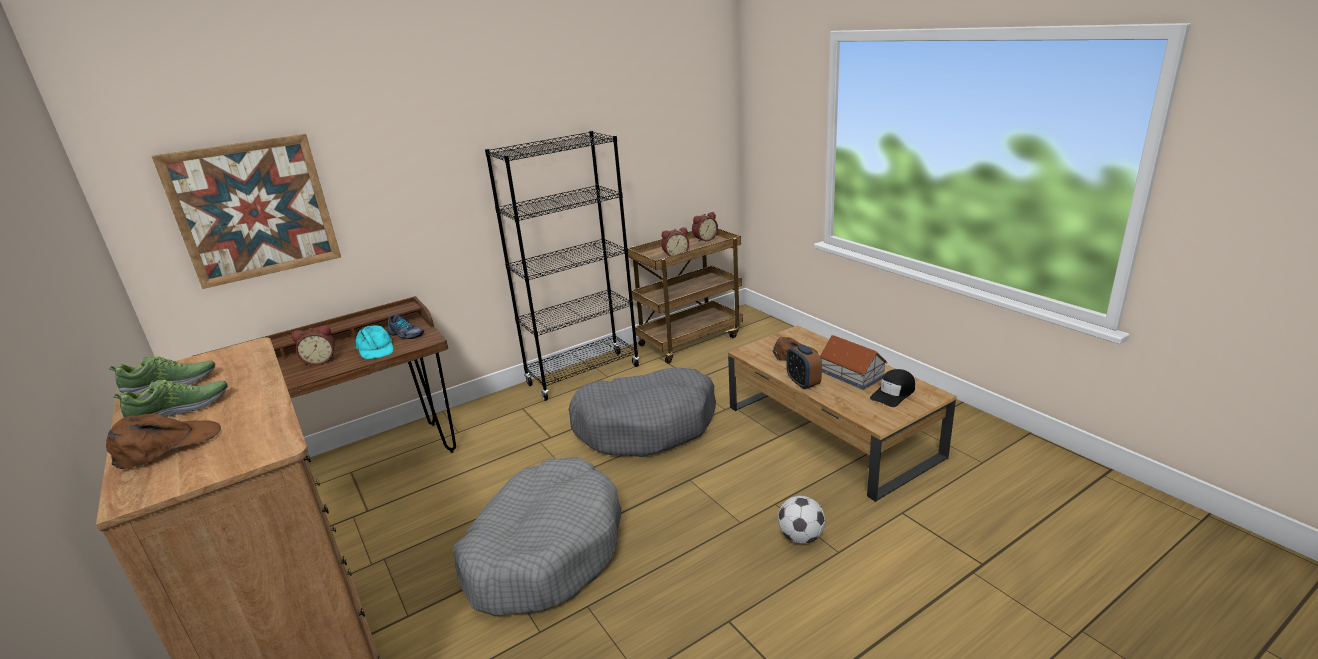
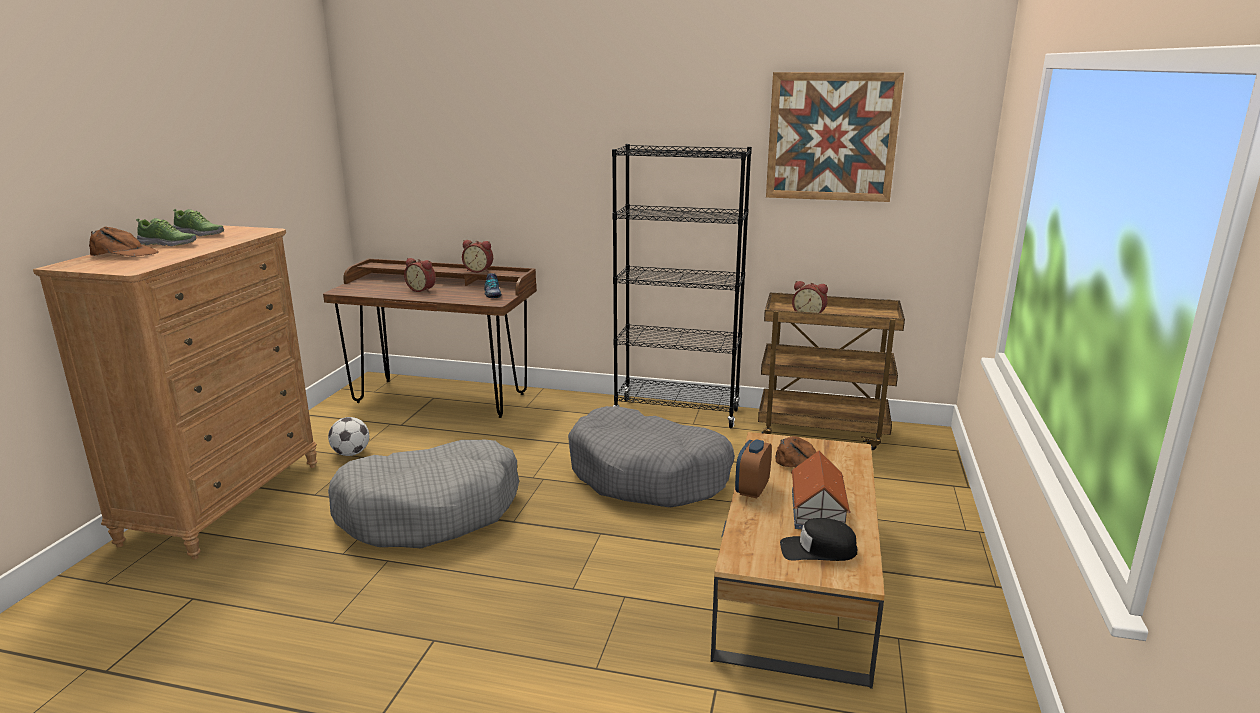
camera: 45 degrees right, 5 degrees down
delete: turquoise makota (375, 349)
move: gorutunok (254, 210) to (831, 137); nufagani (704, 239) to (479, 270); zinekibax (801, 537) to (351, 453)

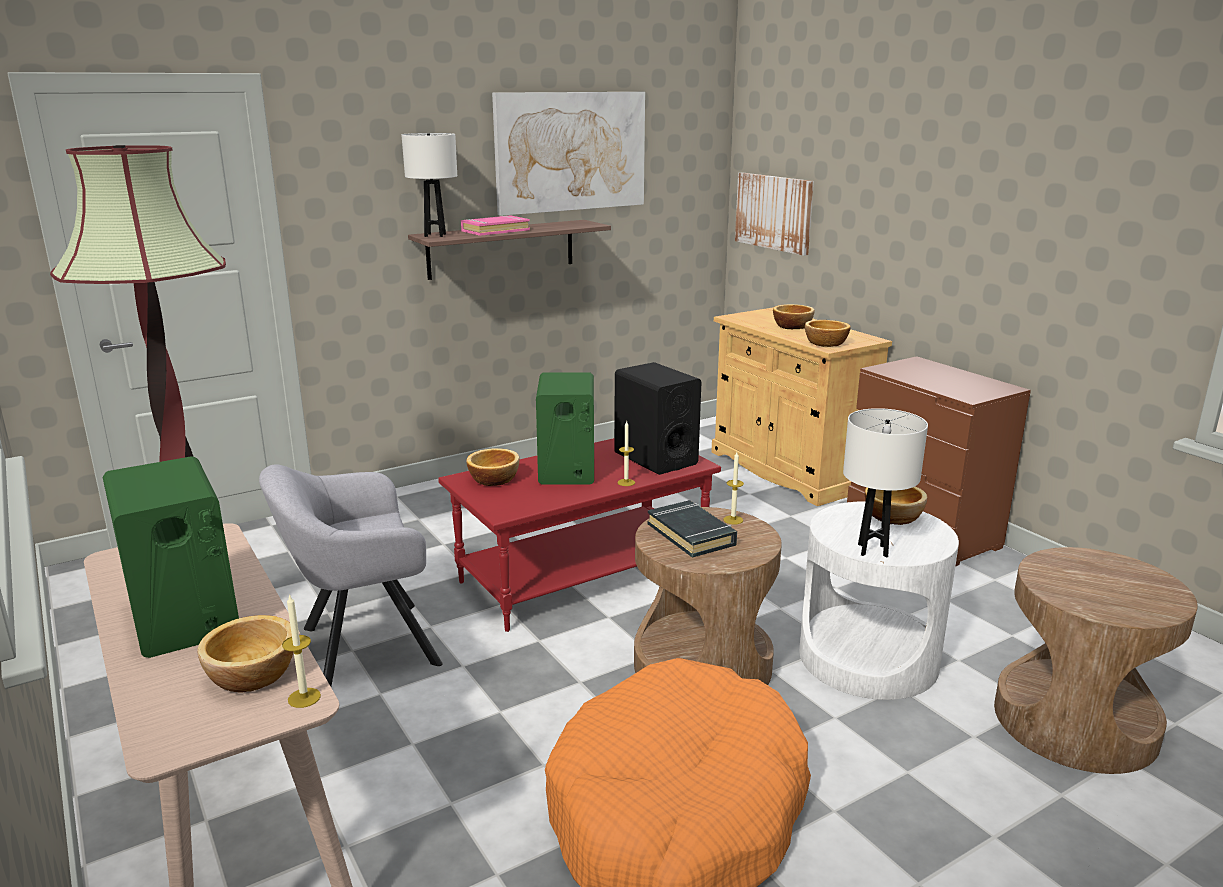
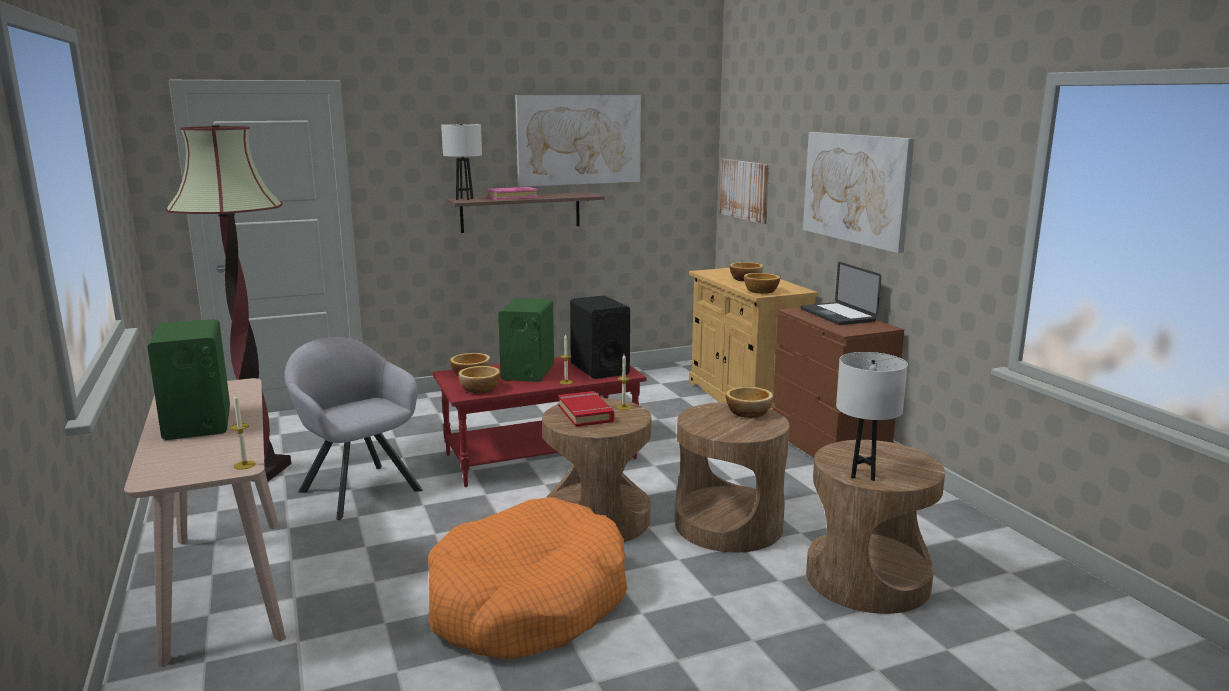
camera: 10 degrees right, 5 degrees down
insert: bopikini (837, 315); gorutunok (855, 188)
move: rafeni (253, 675) to (480, 389); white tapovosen (872, 550) to (863, 474)
recolor: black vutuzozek (691, 534) to red vutuzozek (586, 413); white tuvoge (868, 658) to brown tuvoge (729, 525)
rotate: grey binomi (360, 647) = (357, 488) 60 degrees clockwise

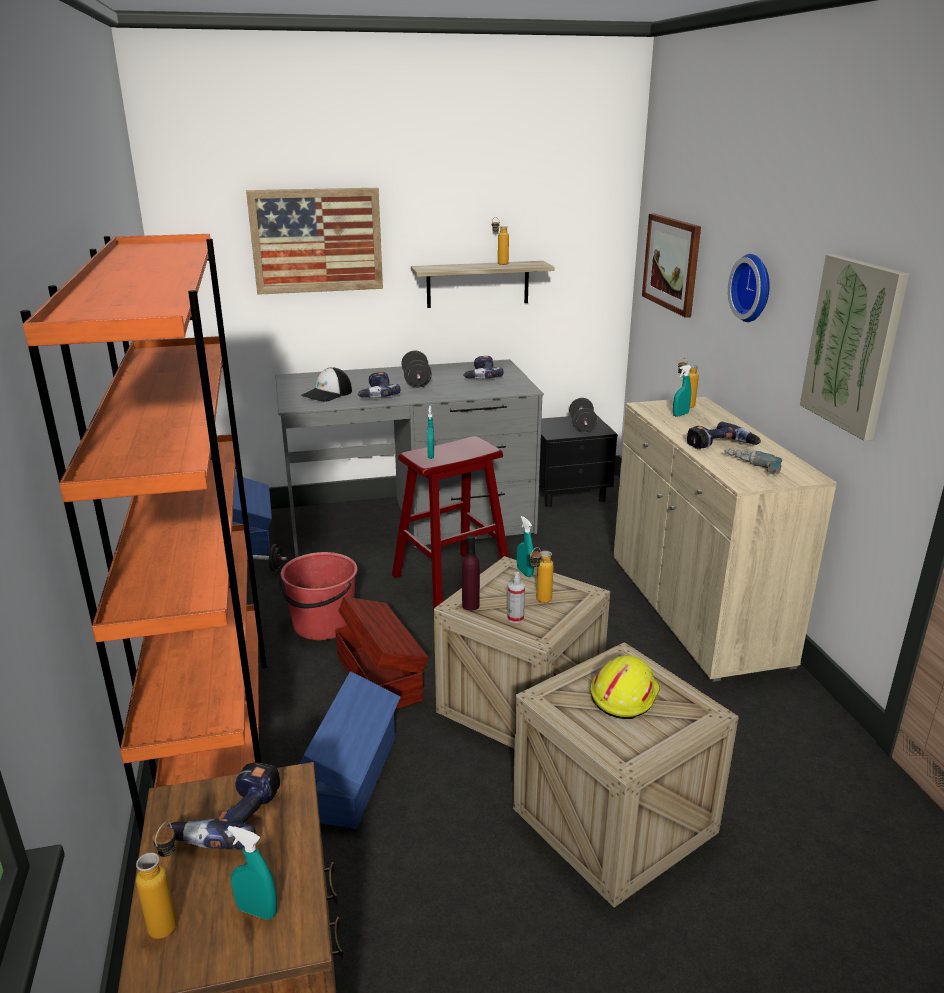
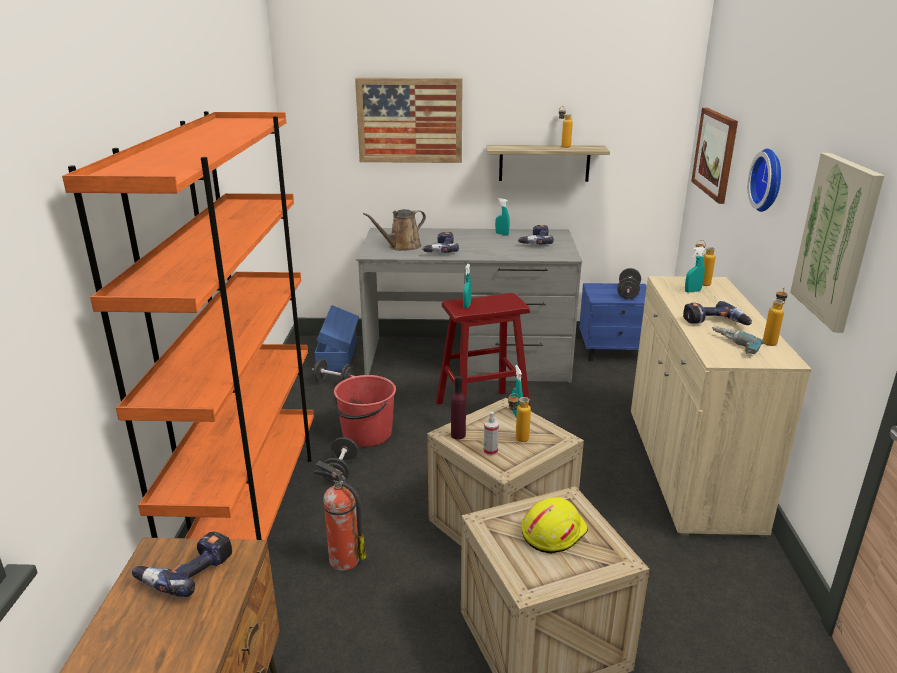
camera: 15 degrees right, 0 degrees up
delete: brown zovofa (380, 676)
move: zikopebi (170, 918) to (770, 341); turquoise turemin (257, 911) to (502, 234); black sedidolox (416, 382) to (341, 471)
replace: blue zovofa (351, 776) to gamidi (342, 559); makota (327, 394) to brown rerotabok (402, 247)
recolor: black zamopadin (569, 494) to blue zamopadin (613, 352)

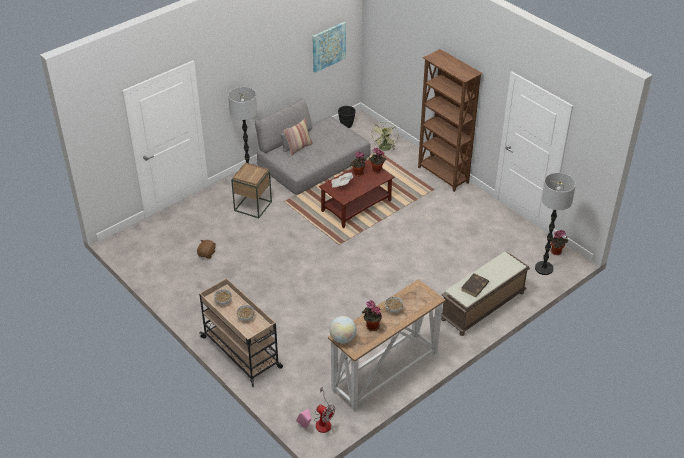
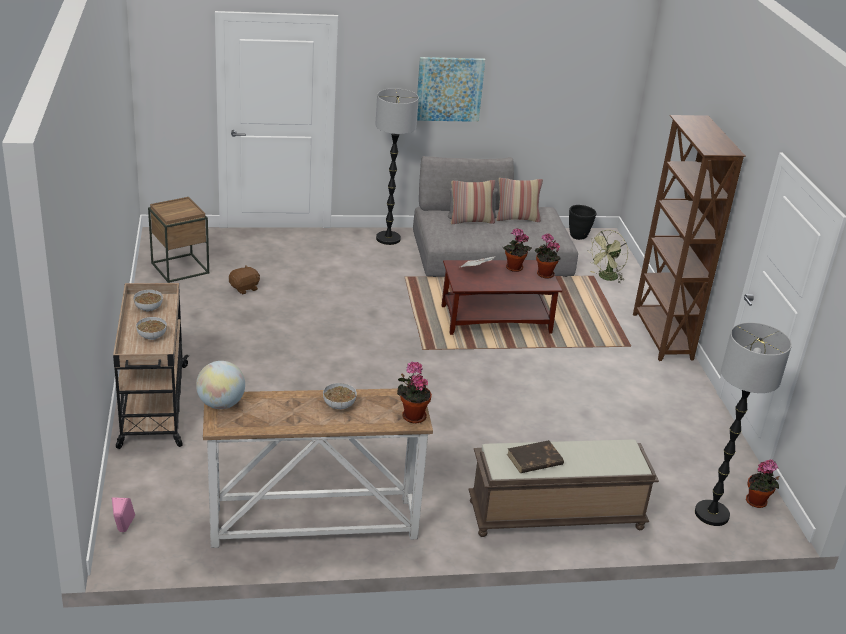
camera: 30 degrees right, 10 degrees down
delete: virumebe (323, 421)
insert: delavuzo (517, 218)
move: brown tuvoge (253, 206) to (180, 268); gorutunok (328, 46) to (449, 89); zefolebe (371, 326) to (412, 415)

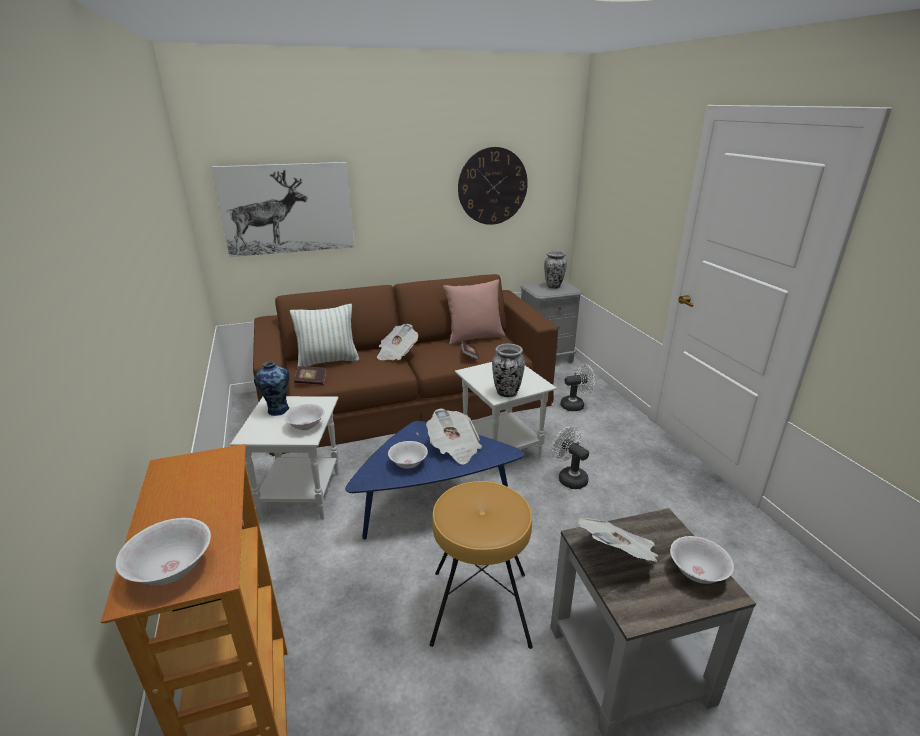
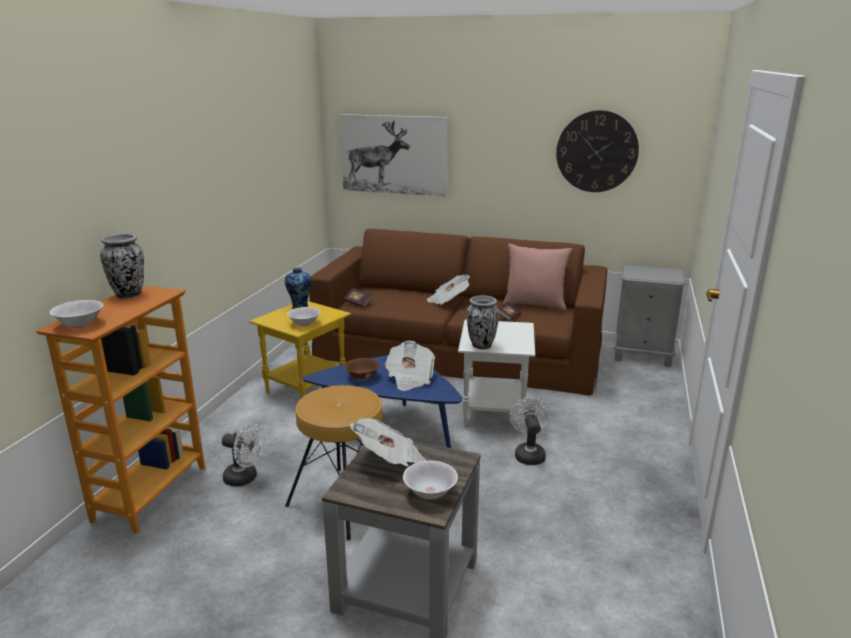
camera: 35 degrees right, 5 degrees down
delete: delavuzo (328, 361)
move: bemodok (553, 286) to (129, 295); white virumebe (575, 405) to (245, 478)
recolor: white tuvoge (300, 495) to yellow tuvoge (305, 389); white rafeni (408, 463) to brown rafeni (362, 377)

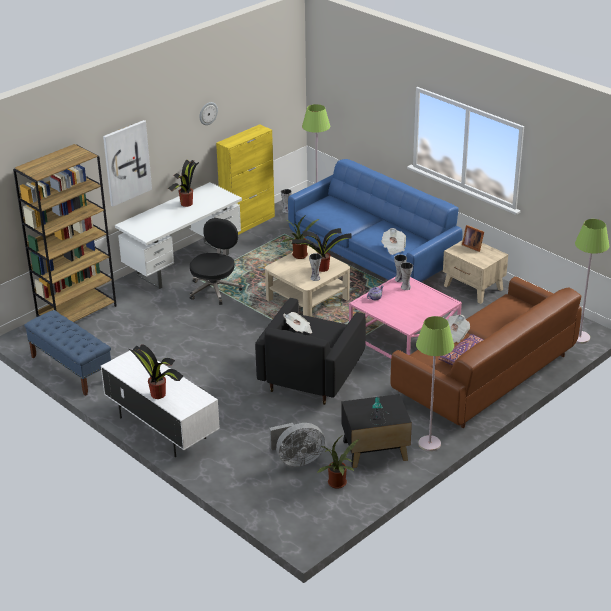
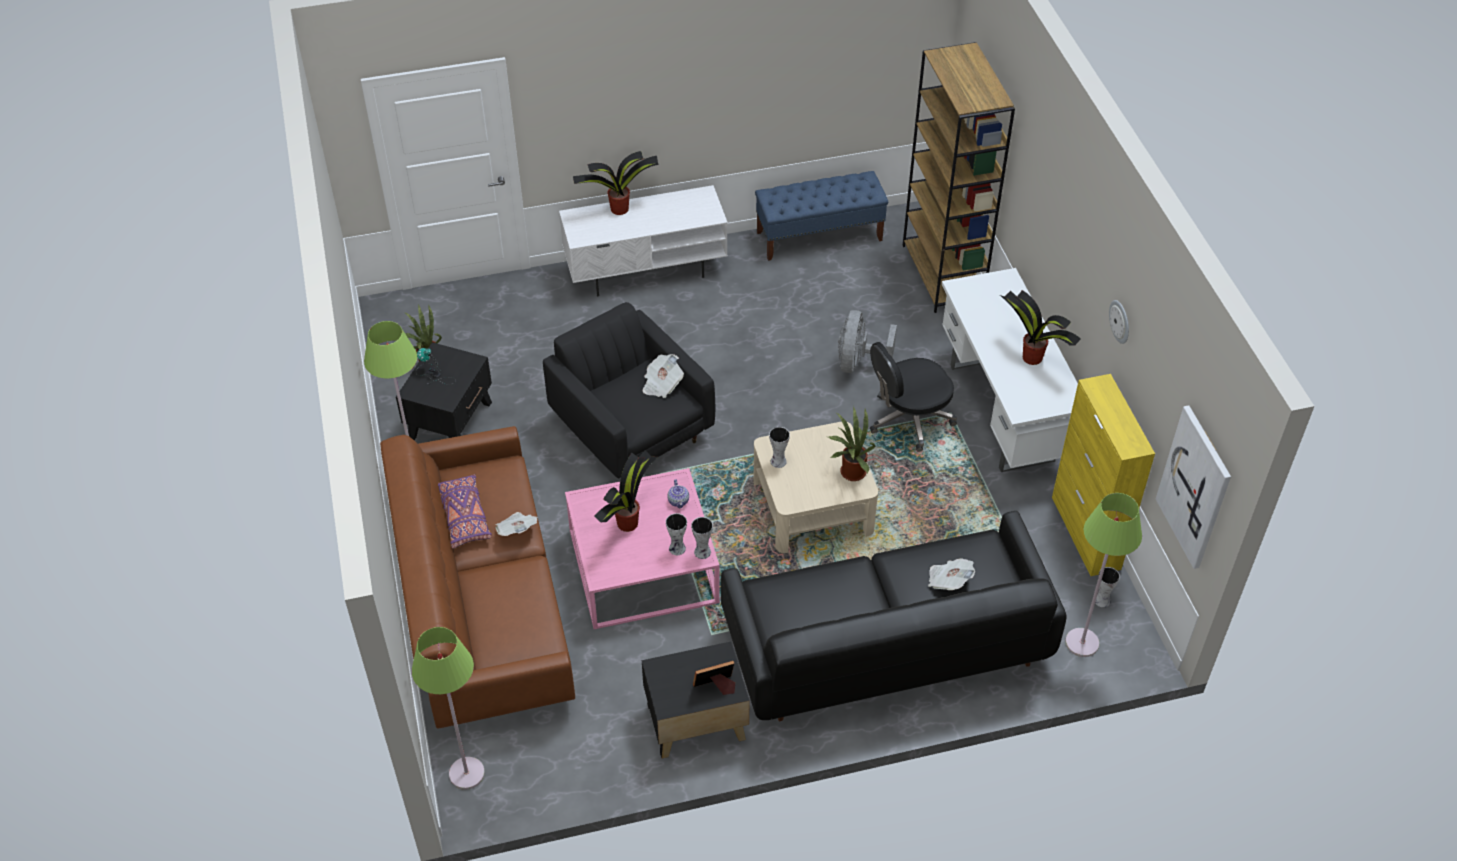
camera: 120 degrees right, 15 degrees up
move: gorutunok (126, 162) to (1195, 487); grey virumebe (297, 460) to (858, 363); zefolebe (321, 268) to (628, 522); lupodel (393, 248) to (948, 581)
recolor: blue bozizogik (373, 253) to black bozizogik (886, 646); beige tuvoge (473, 288) to black tuvoge (694, 721)
rotate: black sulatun (215, 289) = (908, 419) 105 degrees clockwise

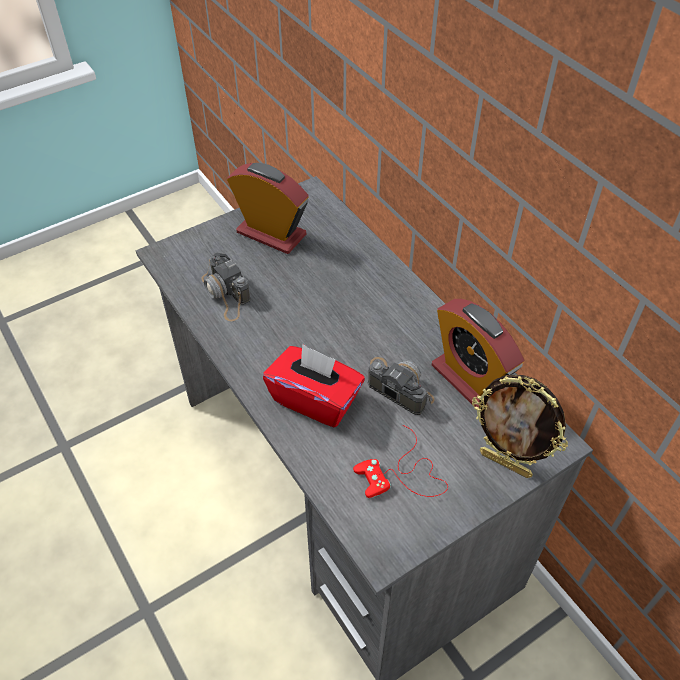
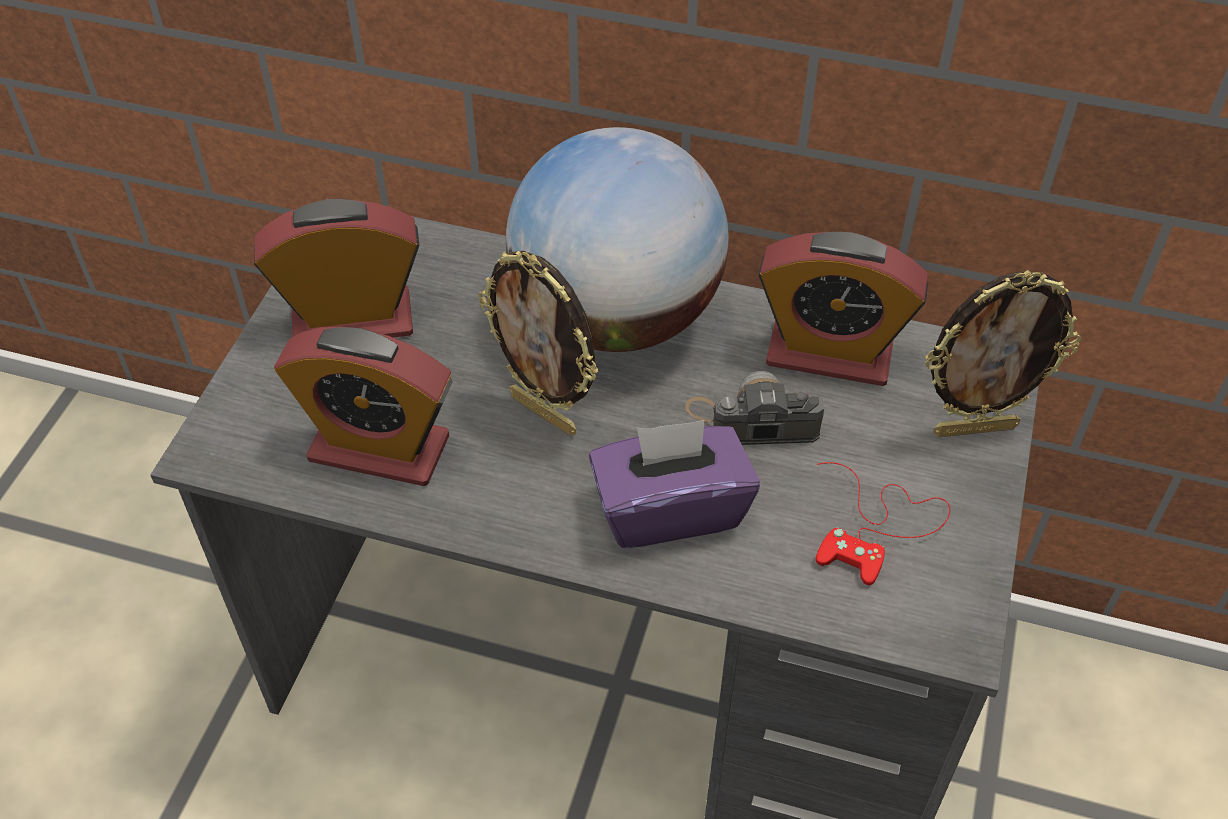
camera: 40 degrees left, 0 degrees up
insert: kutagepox (545, 413); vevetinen (617, 317)
replace: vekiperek (226, 294) to nufagani (379, 448)
recolor: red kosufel (315, 399) to purple kosufel (670, 509)

